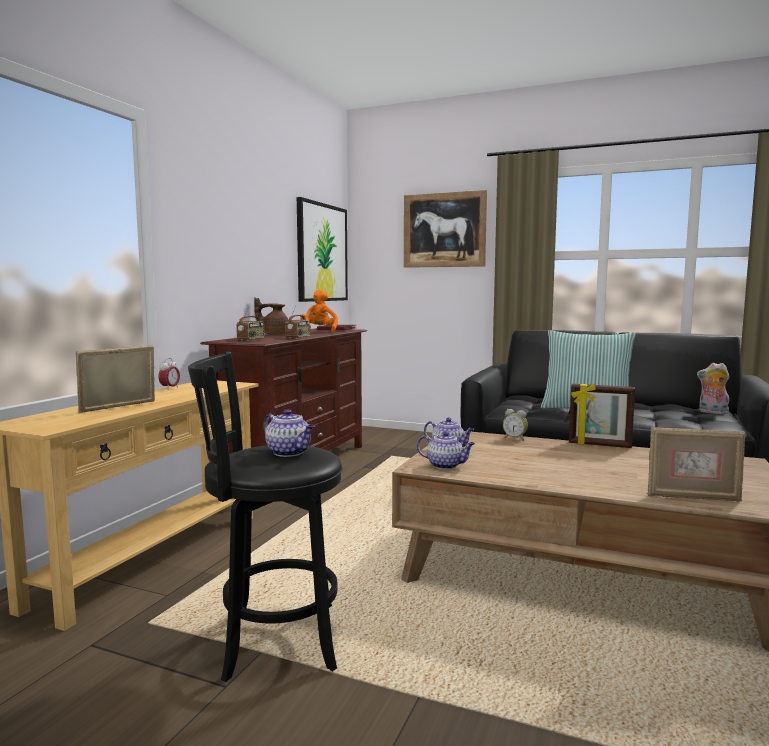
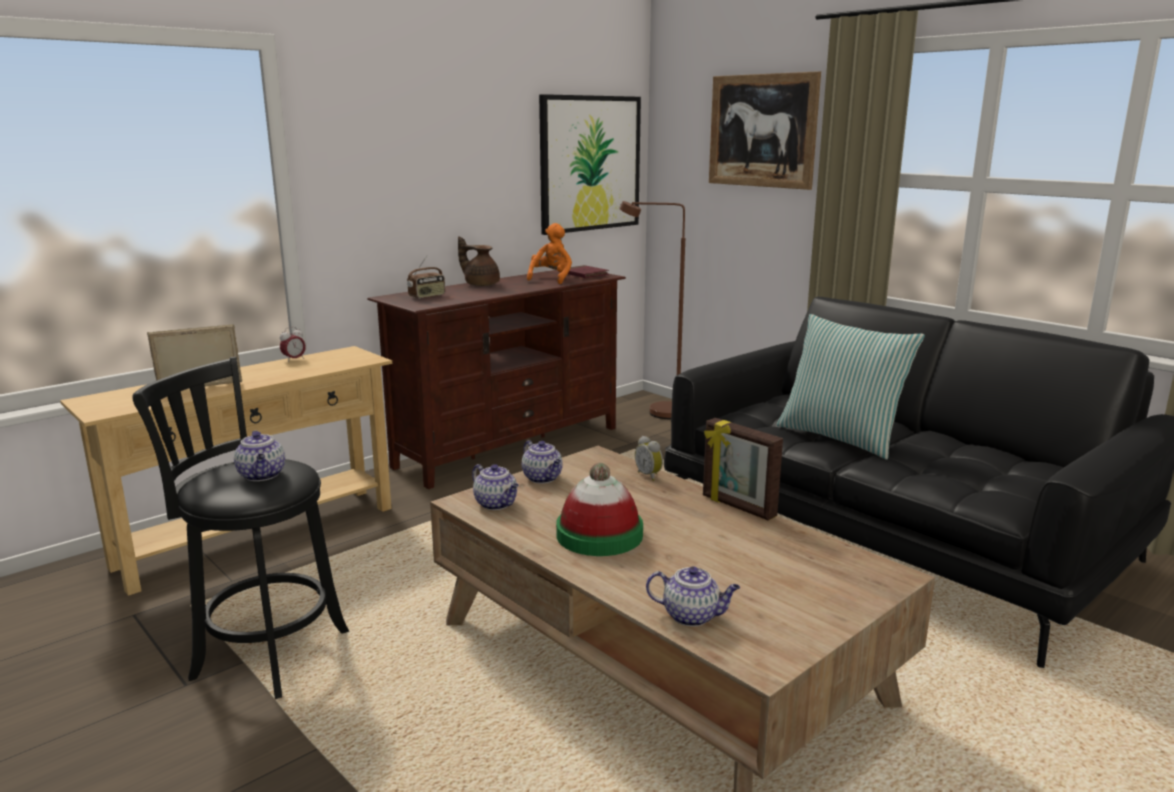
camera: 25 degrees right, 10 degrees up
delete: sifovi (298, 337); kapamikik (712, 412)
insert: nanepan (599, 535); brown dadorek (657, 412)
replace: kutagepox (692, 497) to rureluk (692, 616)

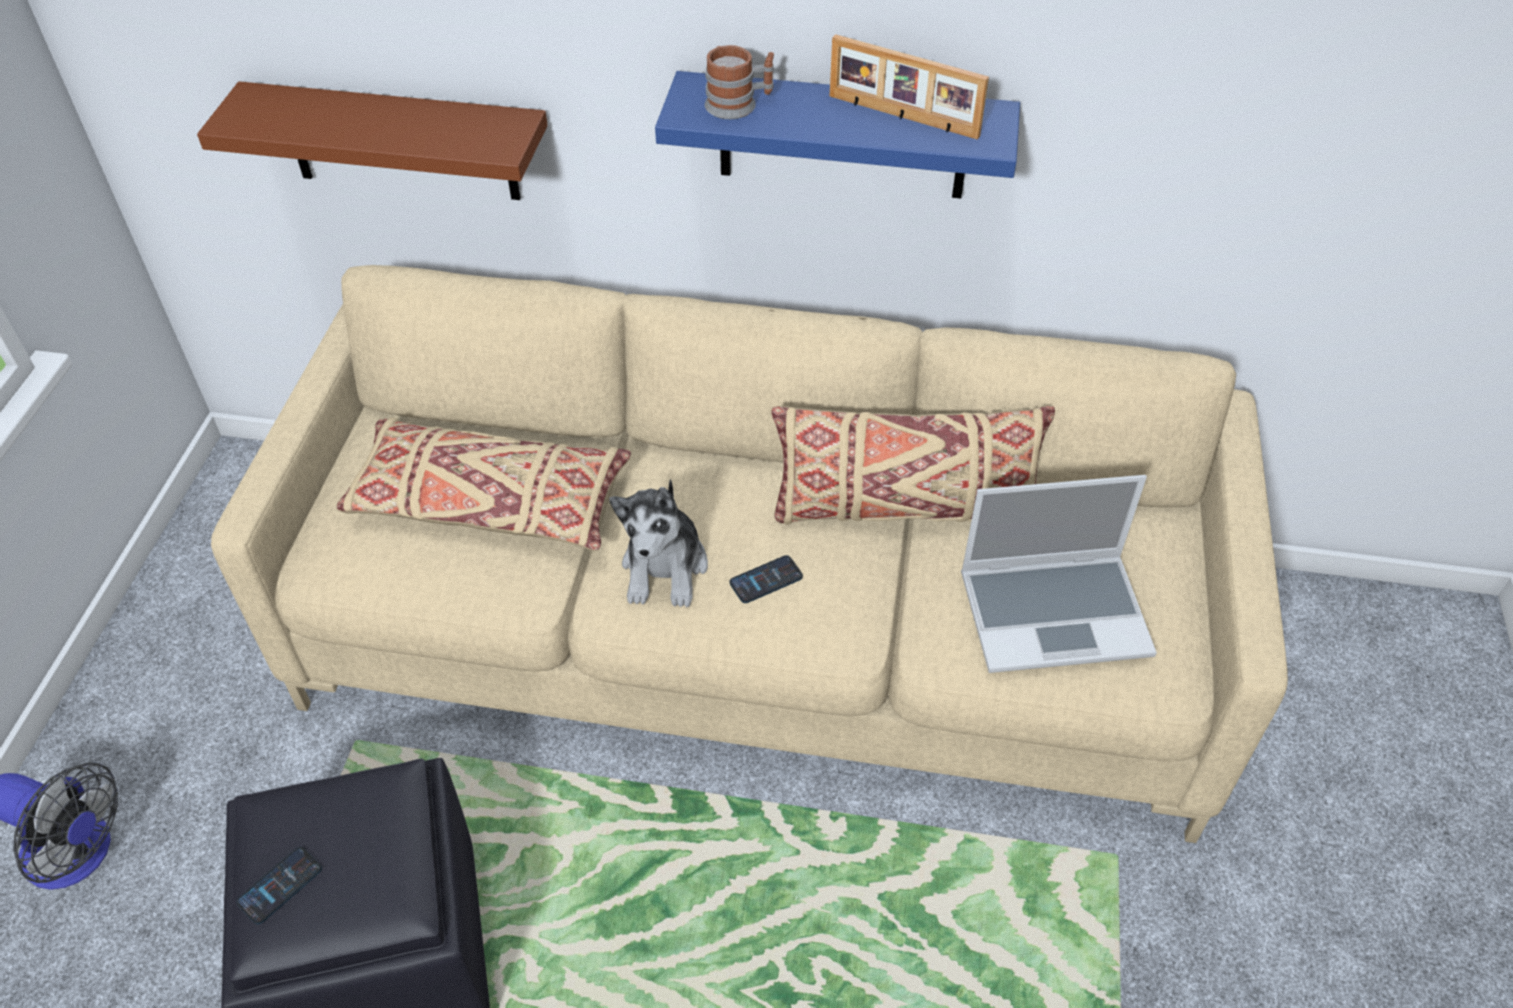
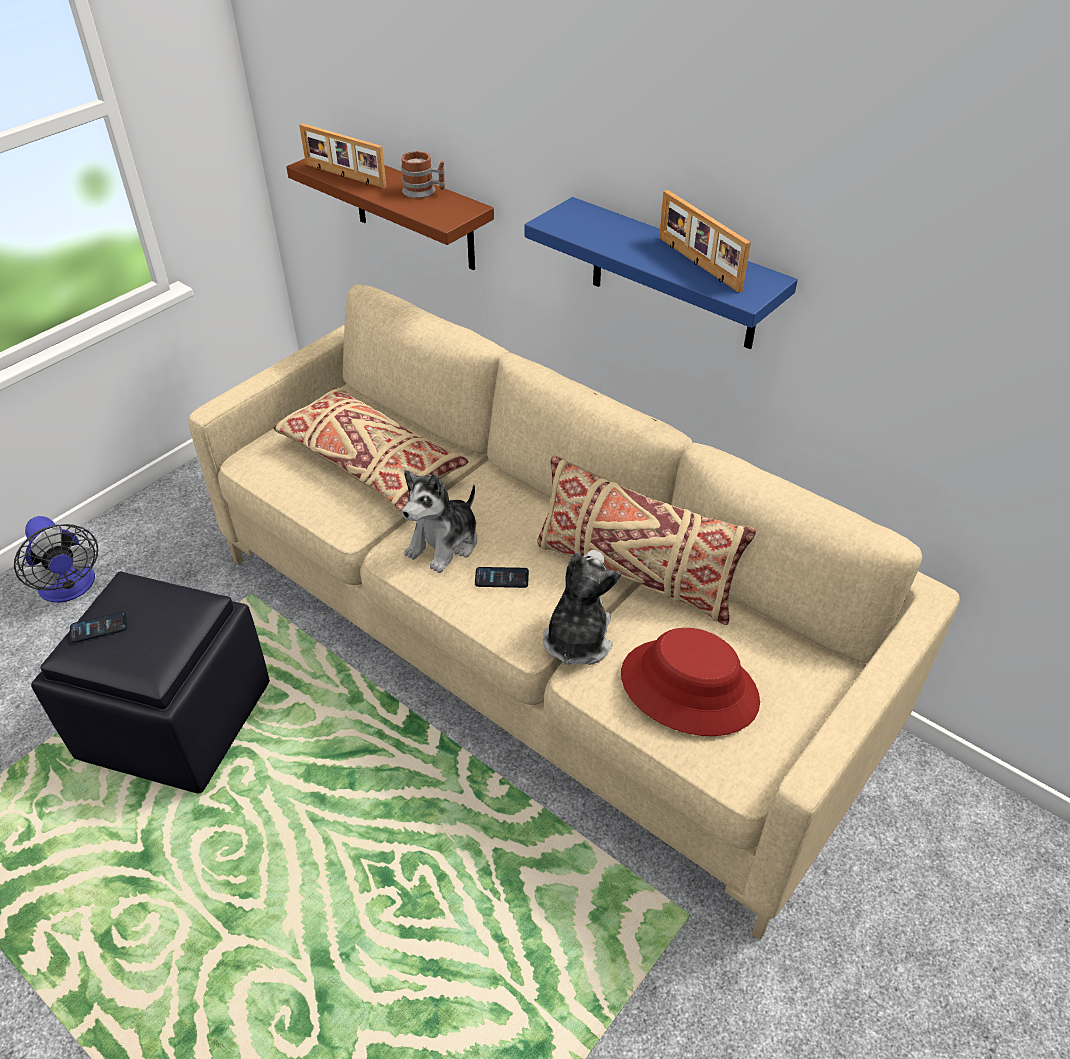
camera: 30 degrees right, 5 degrees down
insert: kutagepox (344, 176); kapamikik (577, 639)
move: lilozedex (739, 104) to (424, 192)
replace: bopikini (1055, 612) to red nanepan (689, 687)

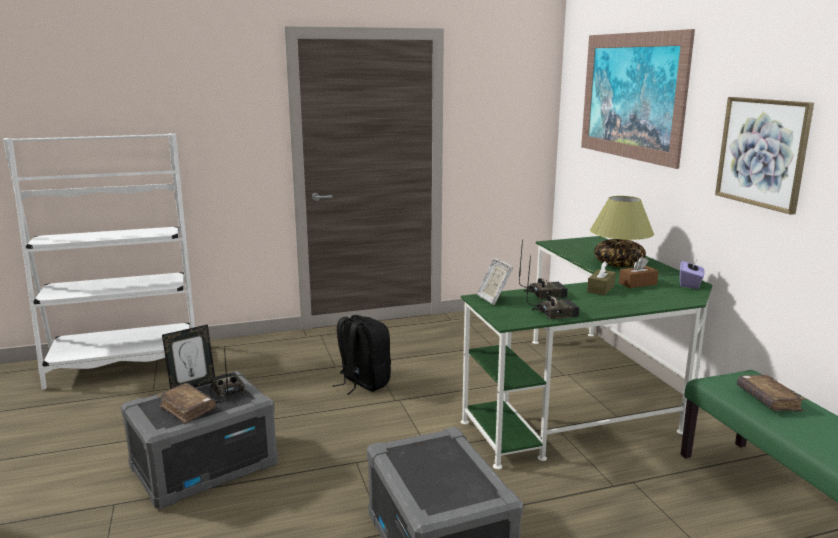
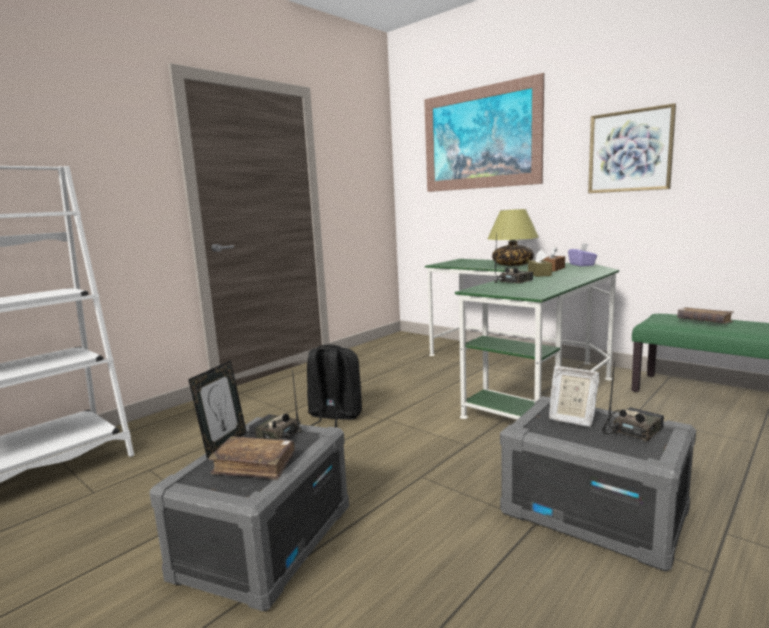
camera: 30 degrees left, 5 degrees down
move: kutagepox (493, 299) to (571, 419); sifovi (555, 313) to (632, 430)

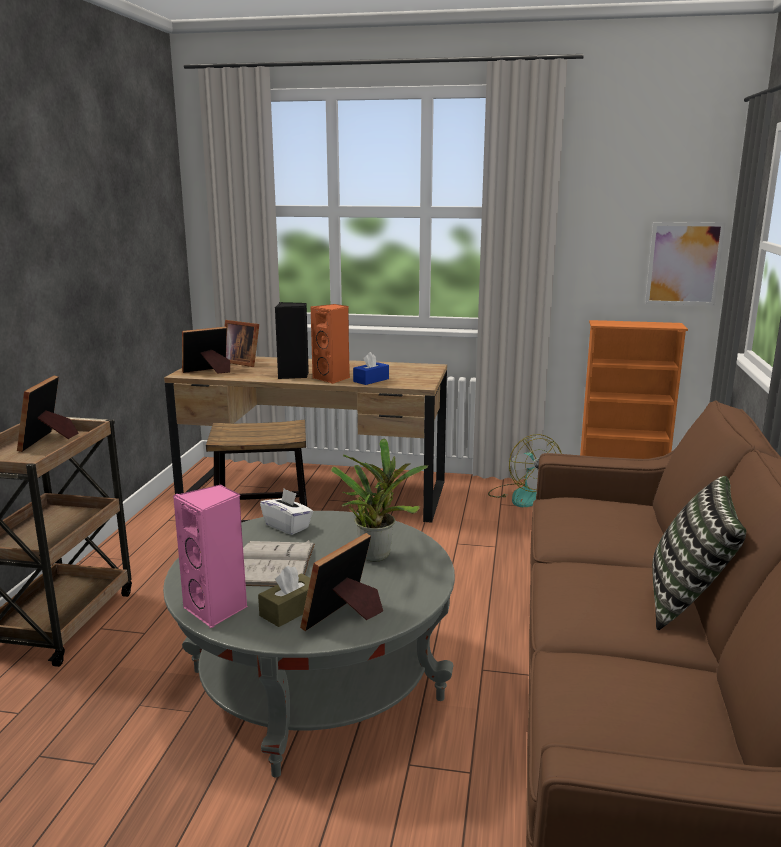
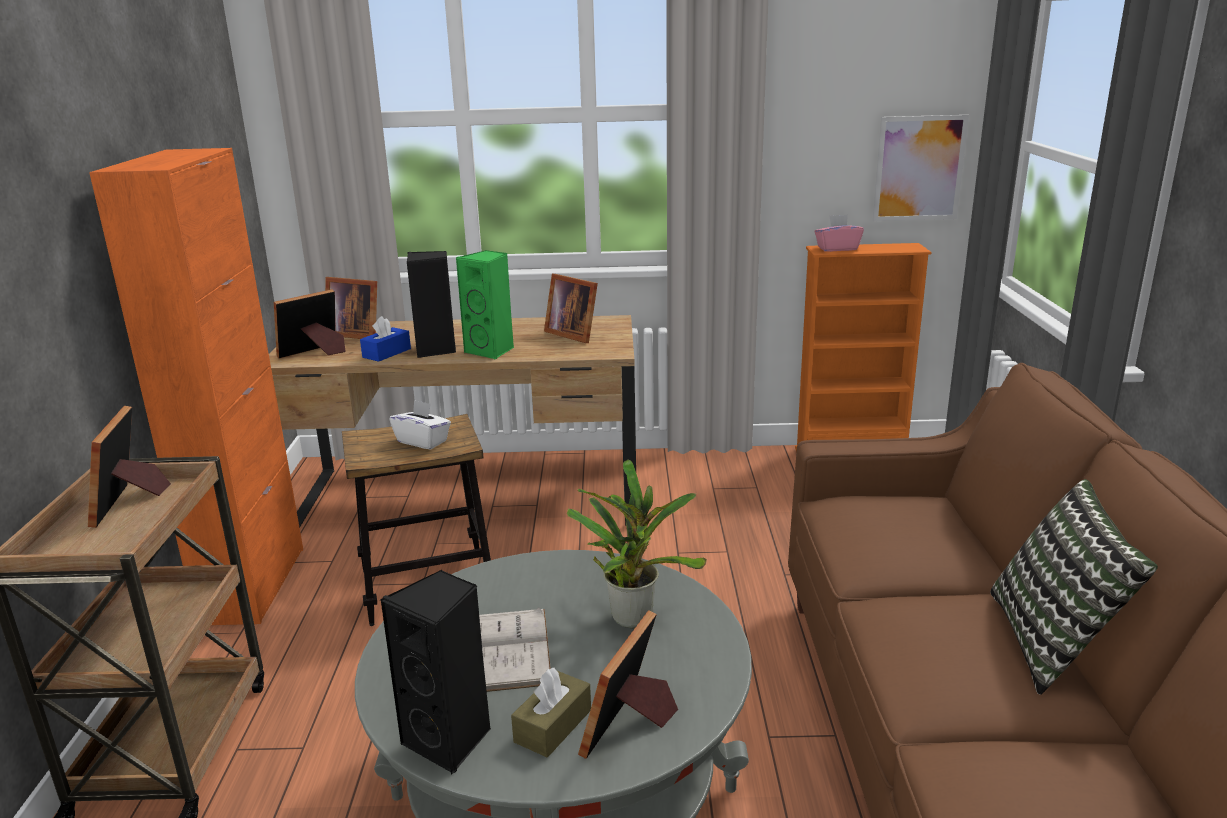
camera: 10 degrees left, 5 degrees up
delete: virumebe (522, 495)
insert: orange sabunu (254, 585); kutagepox (573, 334); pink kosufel (837, 248)
move: white kosufel (287, 526) to (423, 441); blue kosufel (371, 380) to (387, 353)
recolor: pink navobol (217, 609) to black navobol (450, 740); orange navobol (332, 378) to green navobol (491, 351)

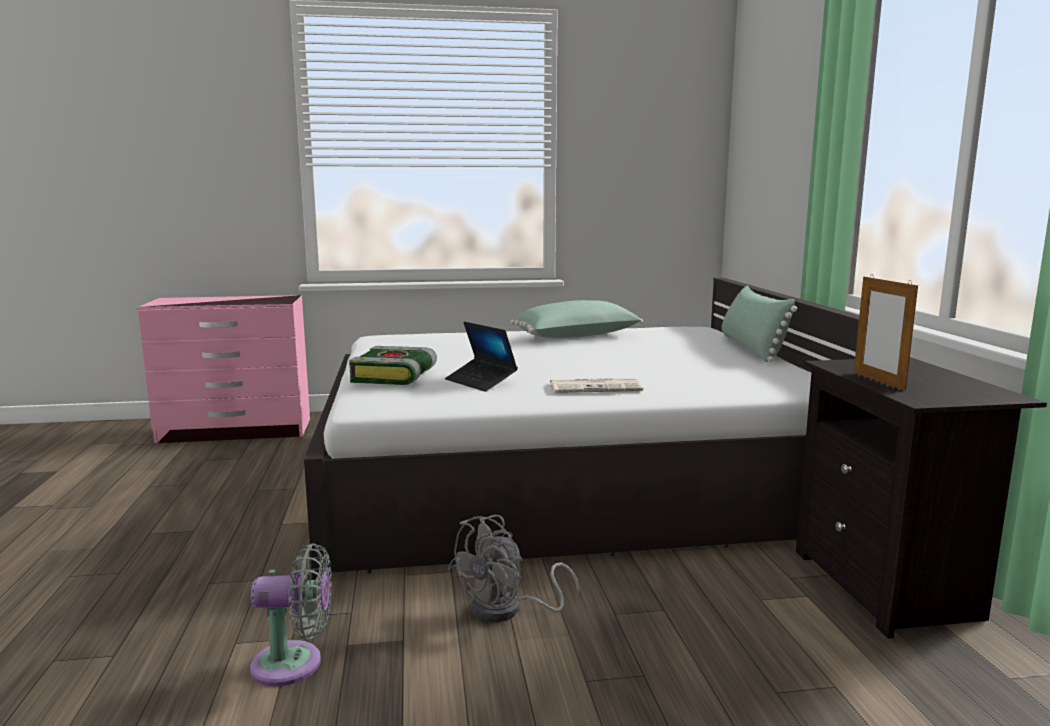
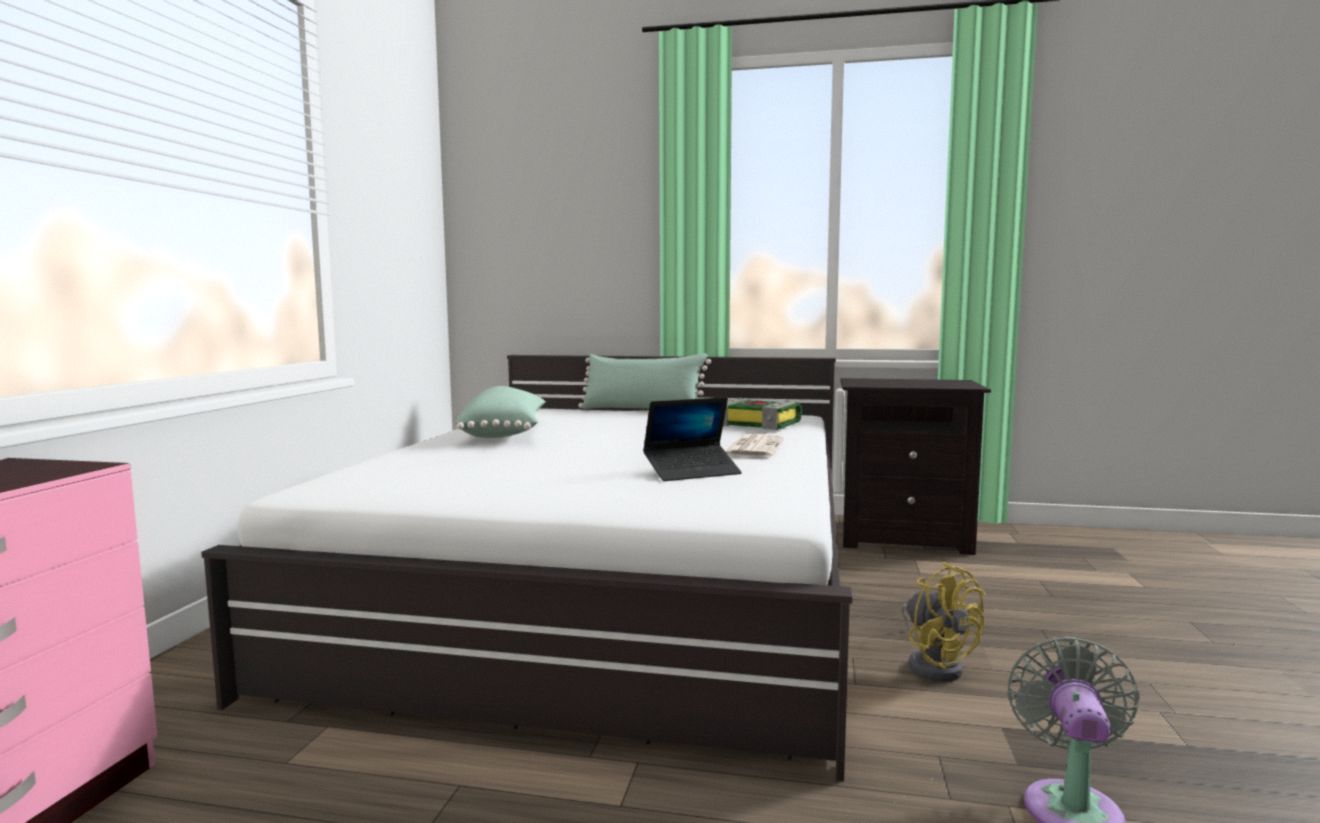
camera: 70 degrees left, 5 degrees down
delete: kutagepox (878, 381)
move: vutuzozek (395, 377) to (758, 424)
recolor: grey virumebe (507, 610) to yellow virumebe (935, 664)

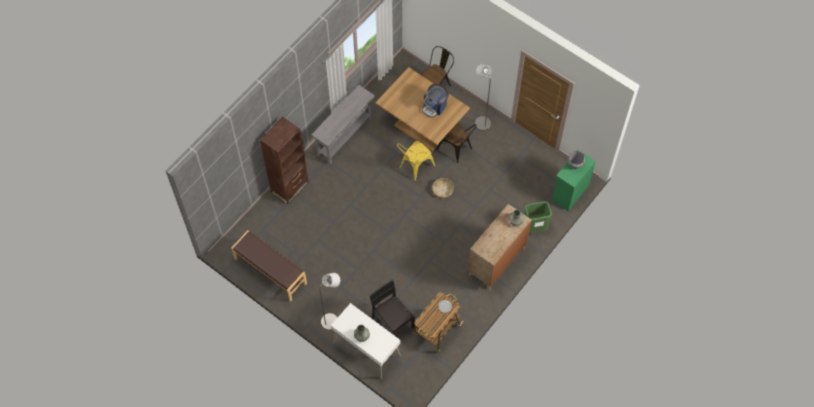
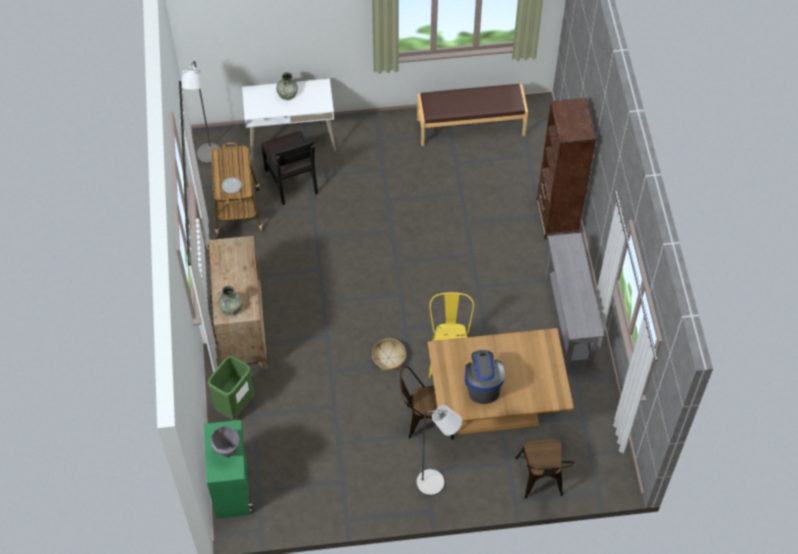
camera: 135 degrees right, 5 degrees down
move: grey dadorek (332, 319) to (208, 158)
rotate: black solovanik (392, 323) = (292, 181) 60 degrees clockwise

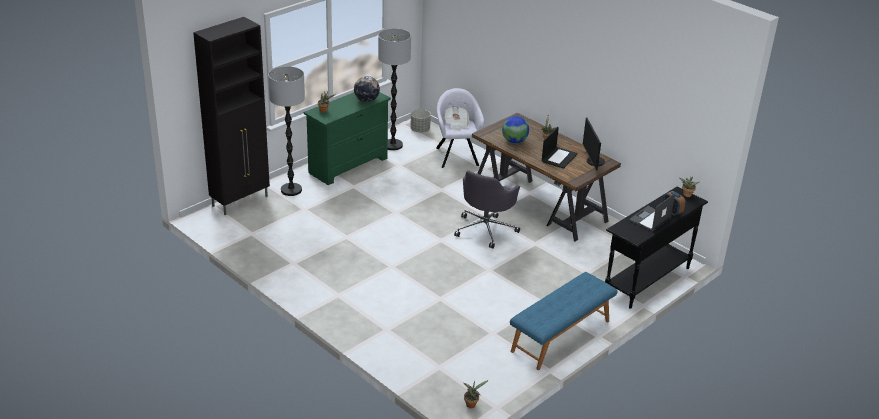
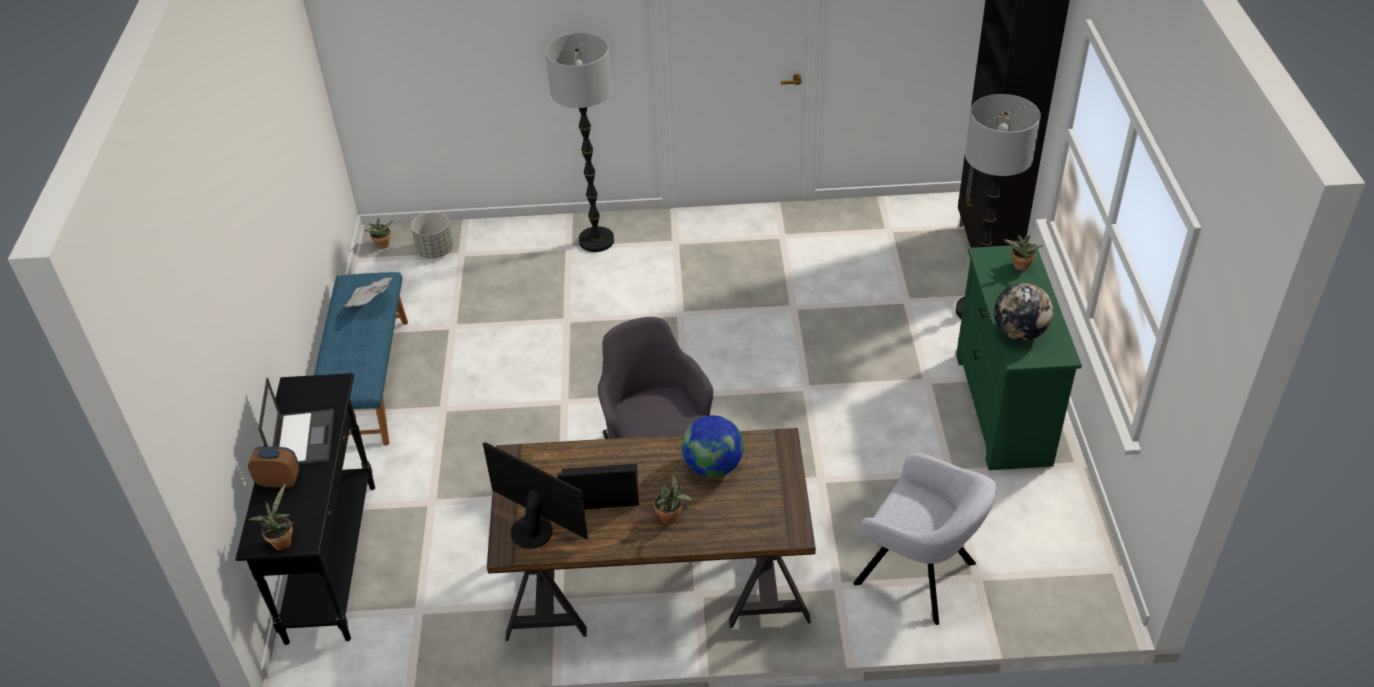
camera: 135 degrees right, 10 degrees up
move: dadorek (393, 145) to (596, 241); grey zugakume (420, 130) to (435, 251); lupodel (456, 124) to (370, 302)
rotate: bopikini (559, 157) = (599, 490) 105 degrees clockwise

